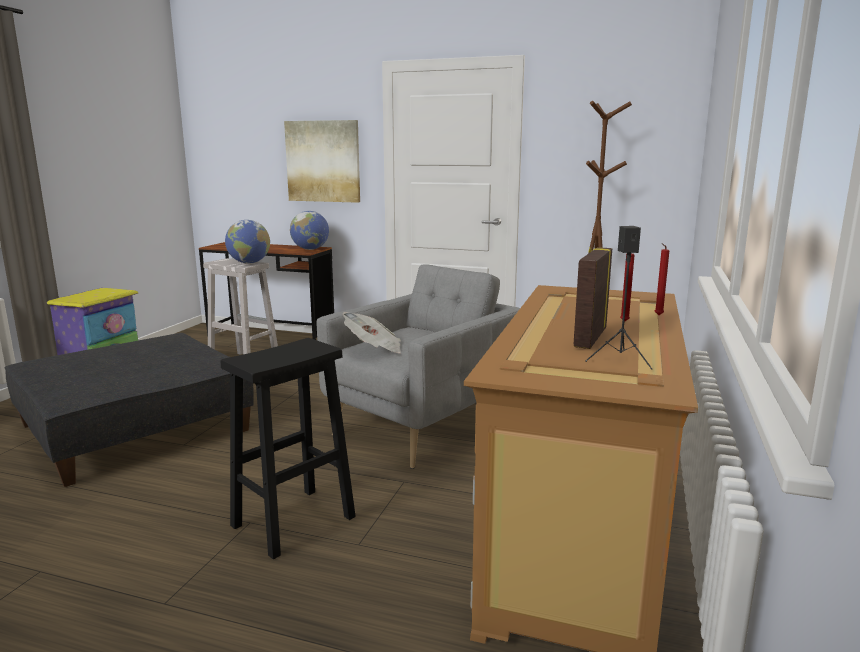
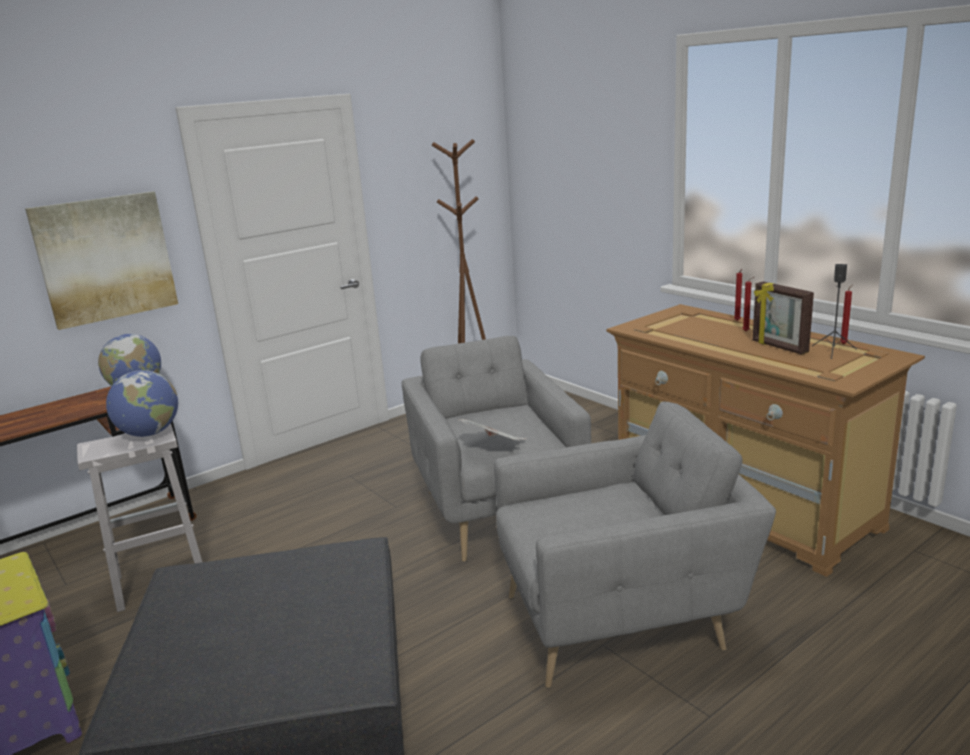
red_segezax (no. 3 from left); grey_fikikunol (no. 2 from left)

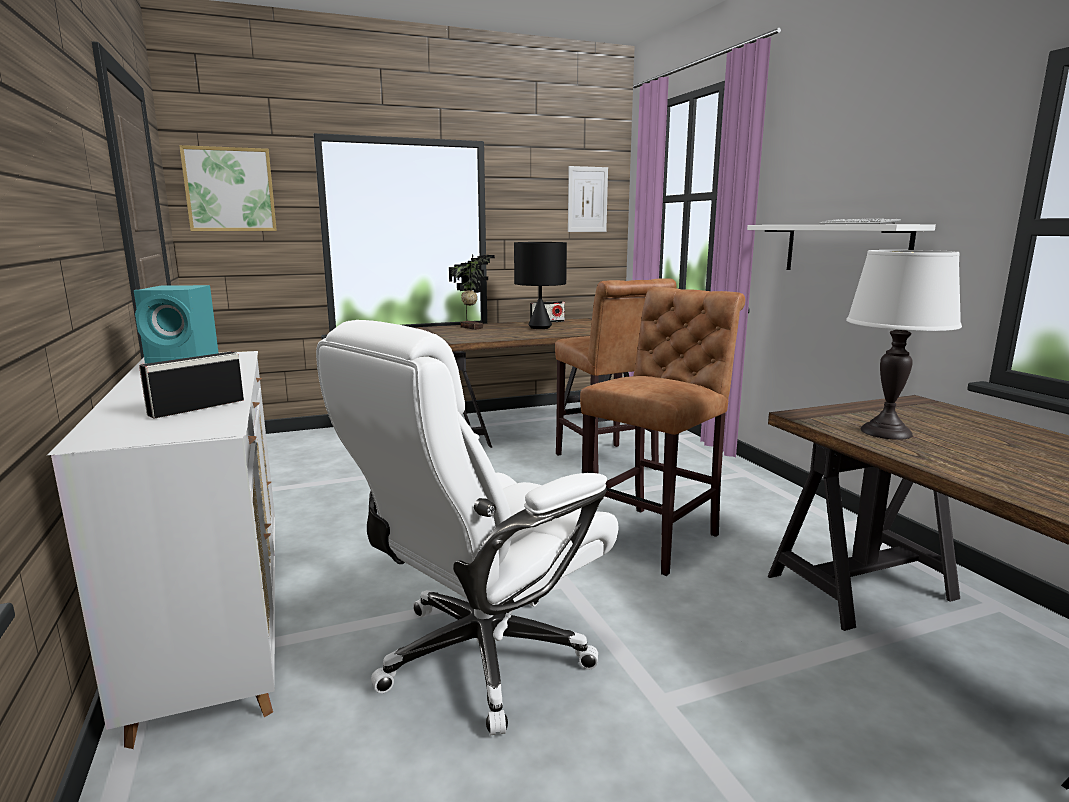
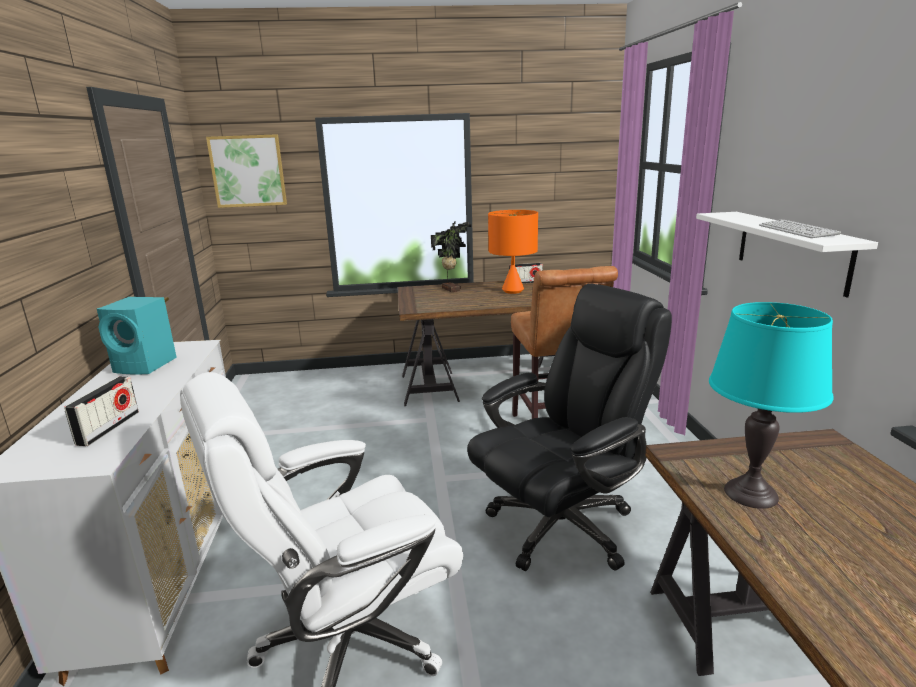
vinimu (no. 2 from left in the first image); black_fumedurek; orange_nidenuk; turquoise_nidenuk; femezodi (no. 1 from left)

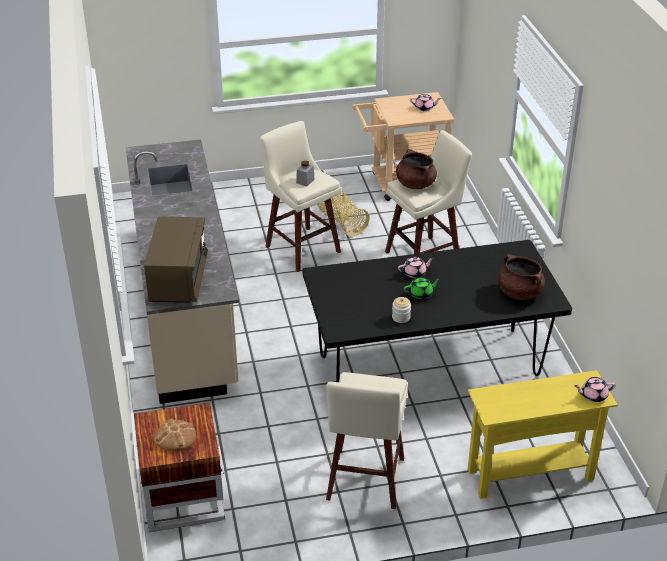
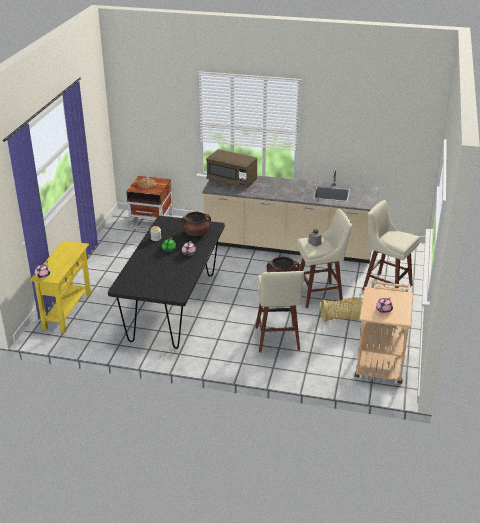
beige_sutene (no. 3 from left); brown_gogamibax (no. 1 from left)

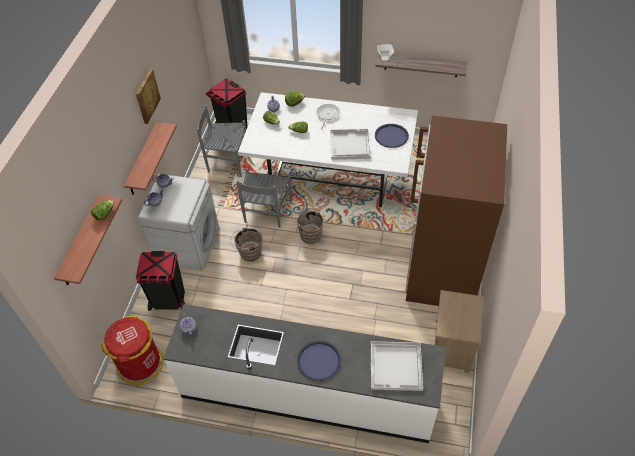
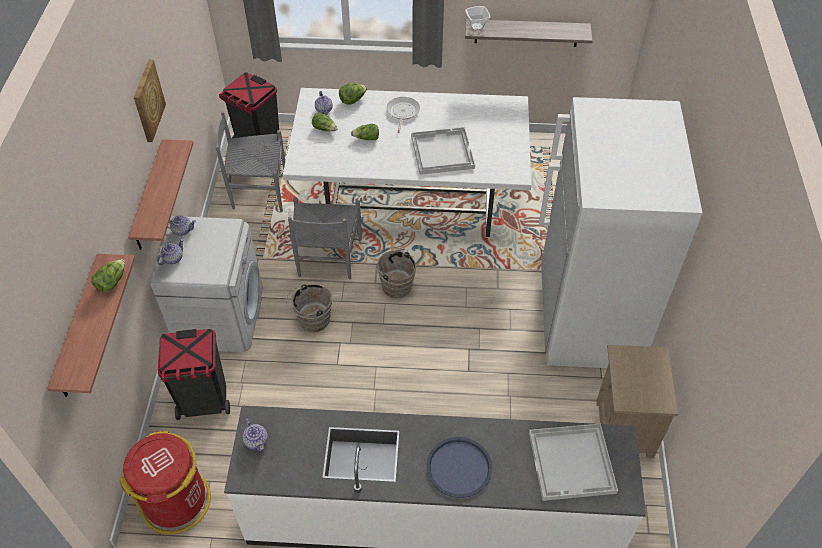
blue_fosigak (no. 2 from left in the first image); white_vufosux

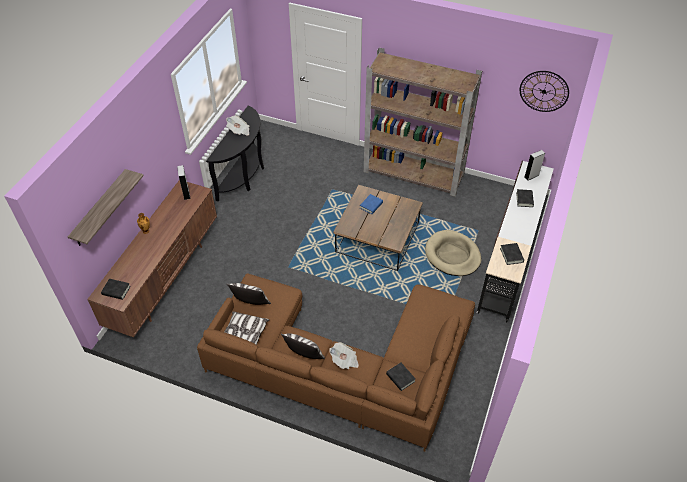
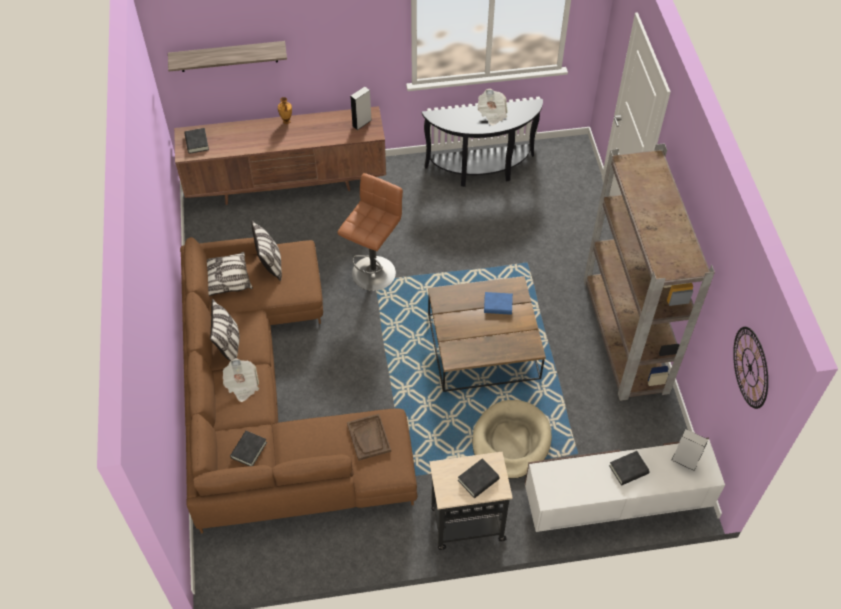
brown_sutene; brown_fosigak

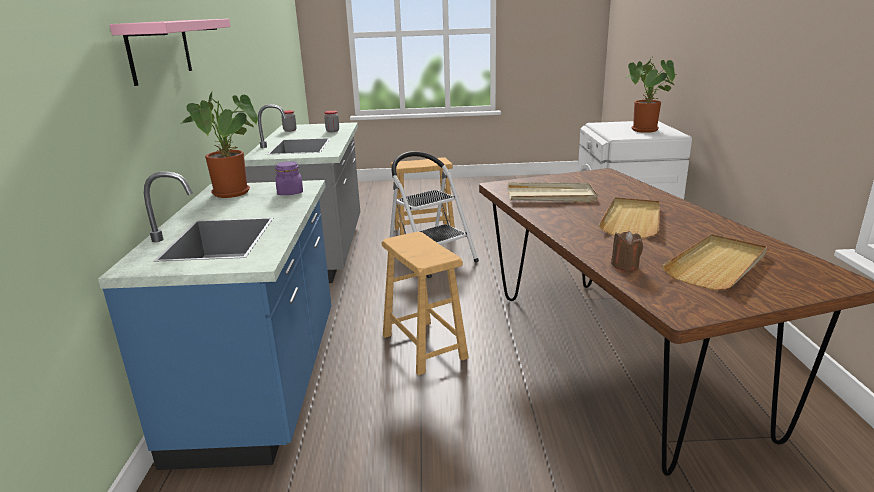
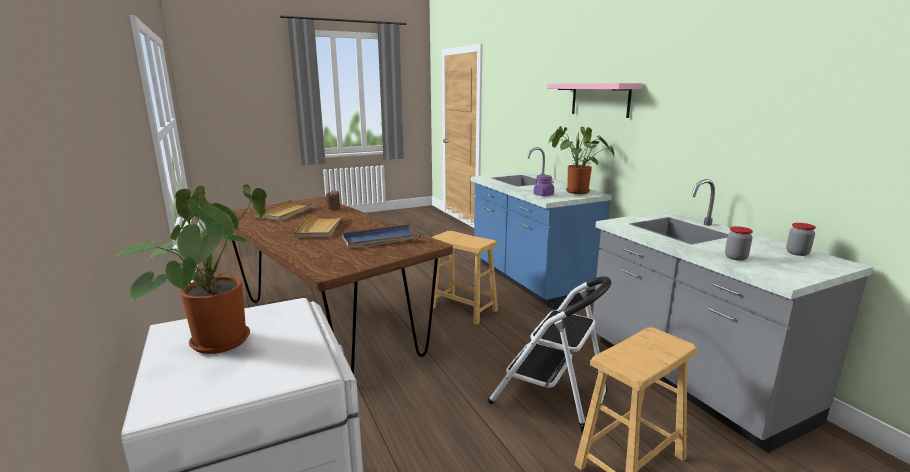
blue_fosigak

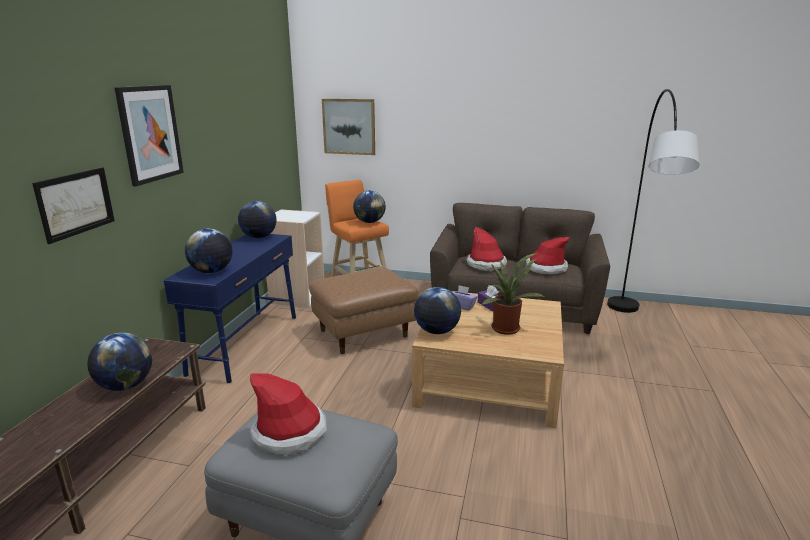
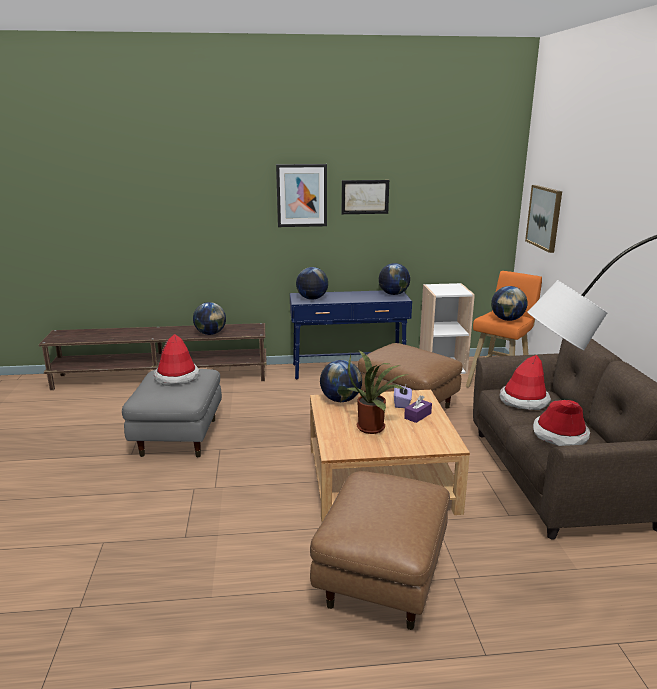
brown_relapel (no. 1 from left); vinimu (no. 2 from left)

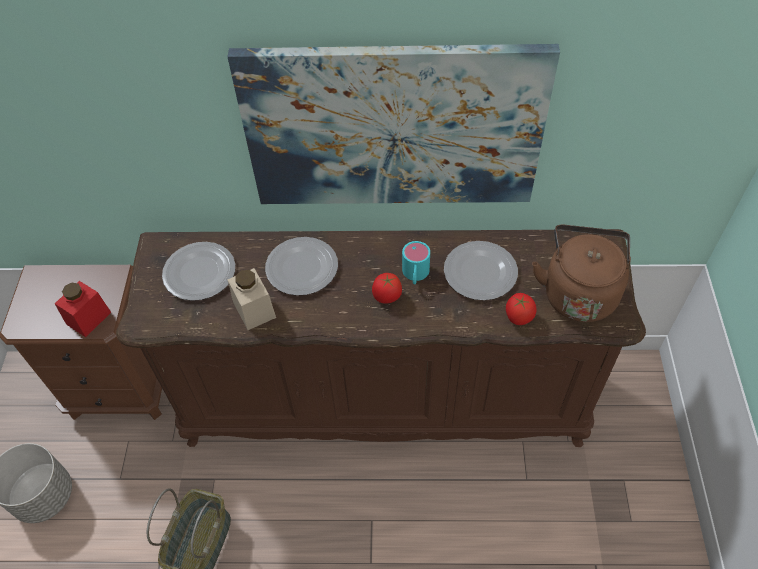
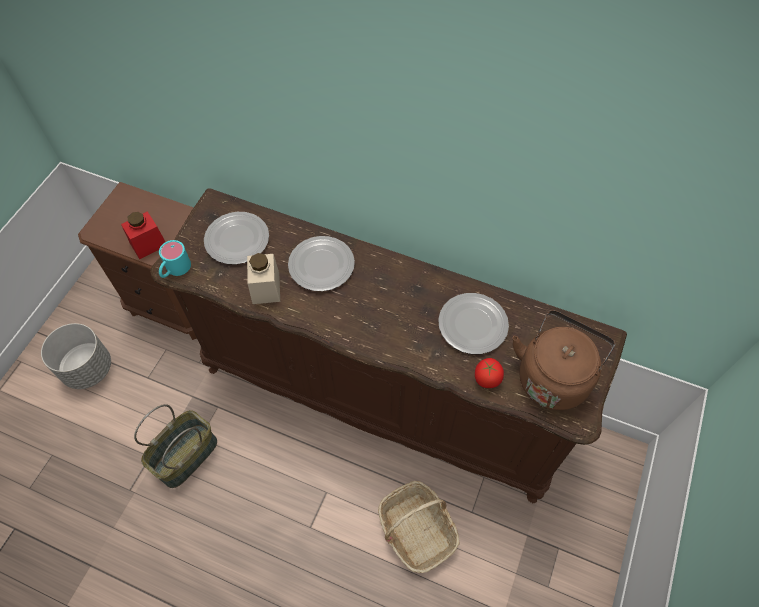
vinimu; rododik (no. 1 from left in the first image); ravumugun (no. 2 from left); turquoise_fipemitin

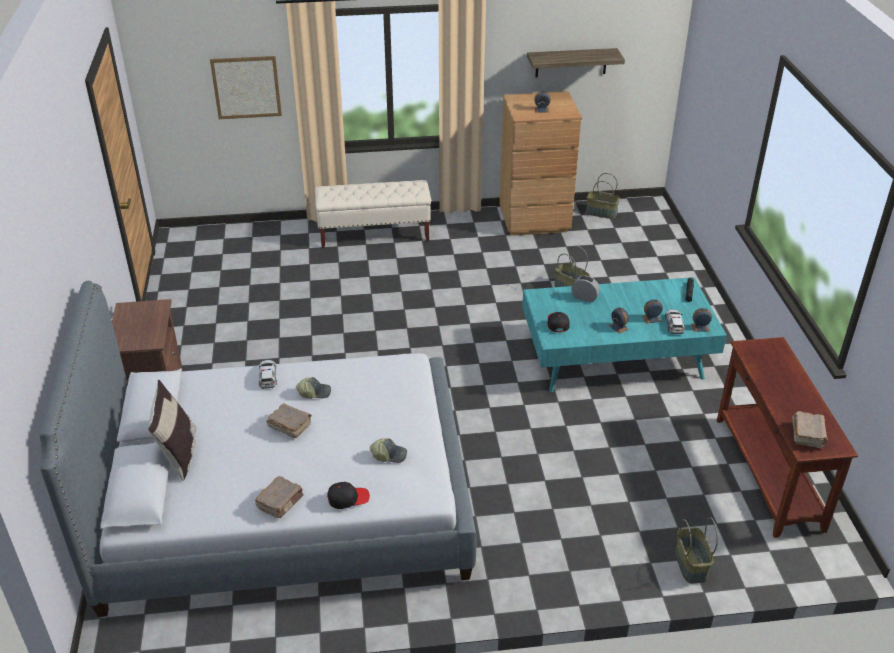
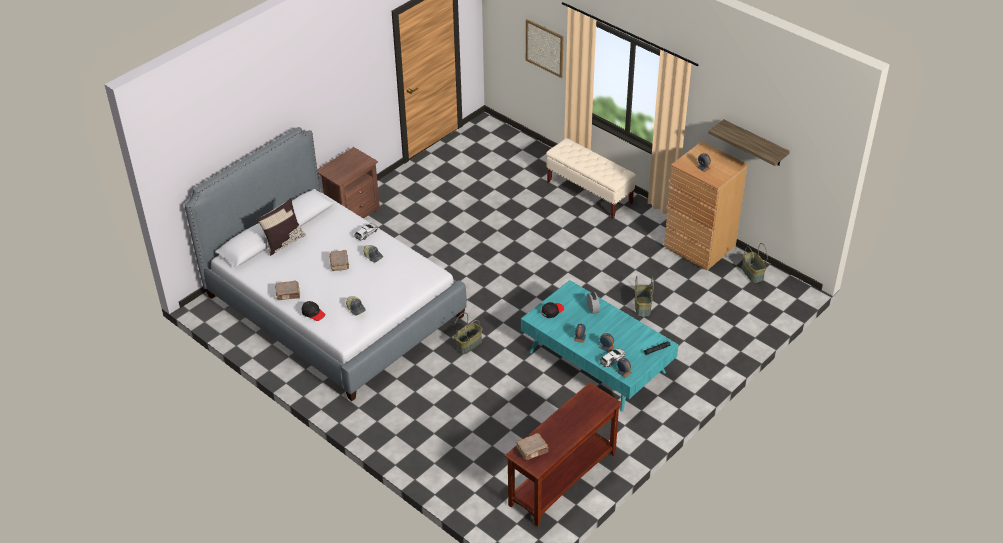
ravumugun (no. 1 from left)

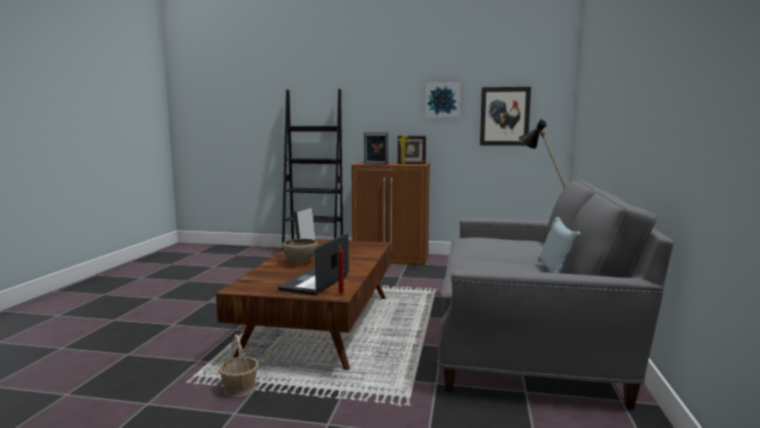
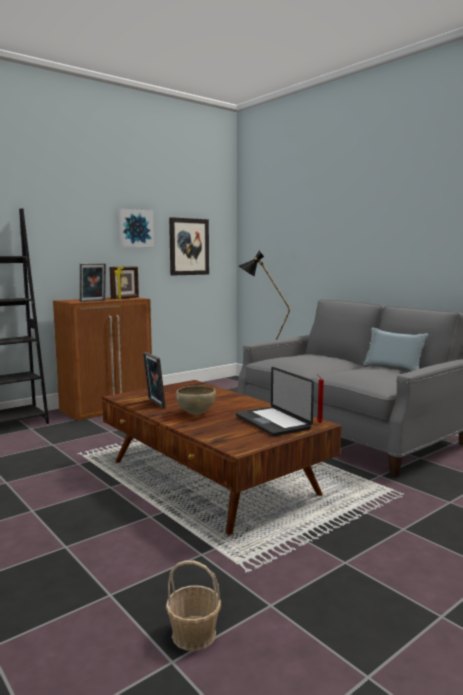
ravumugun

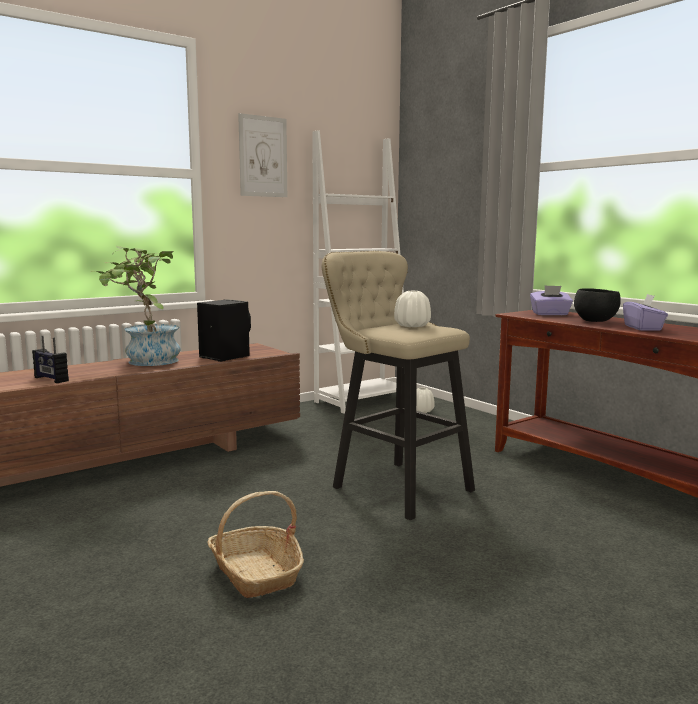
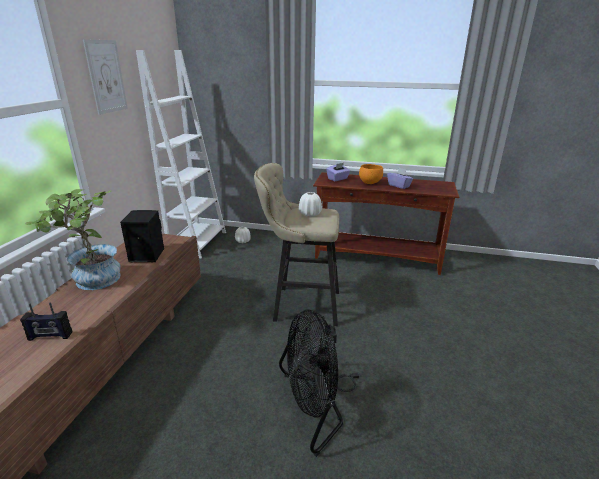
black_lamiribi; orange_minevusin

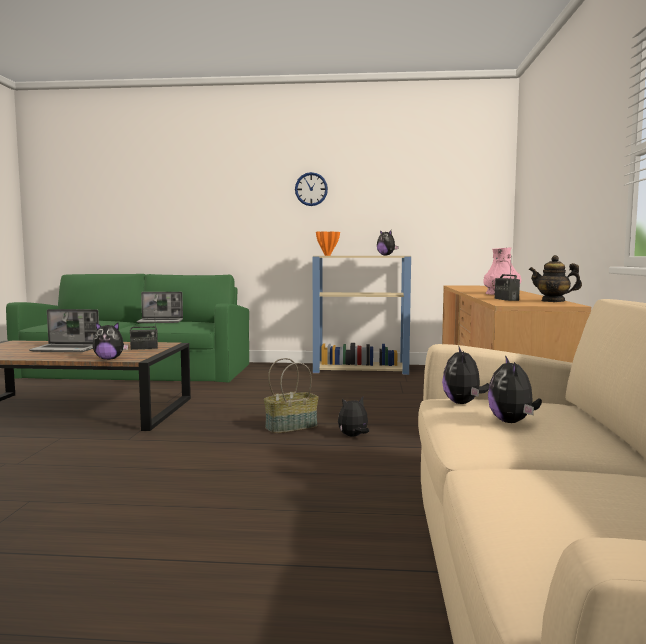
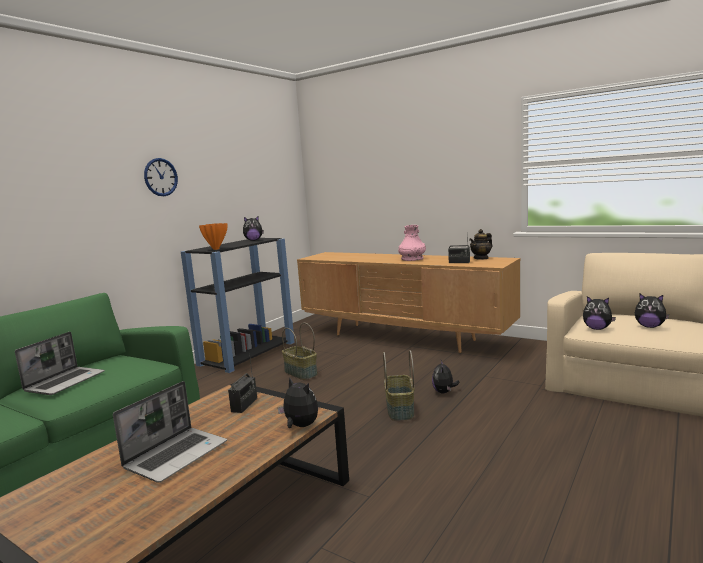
ravumugun (no. 1 from left); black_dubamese; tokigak (no. 2 from left)

